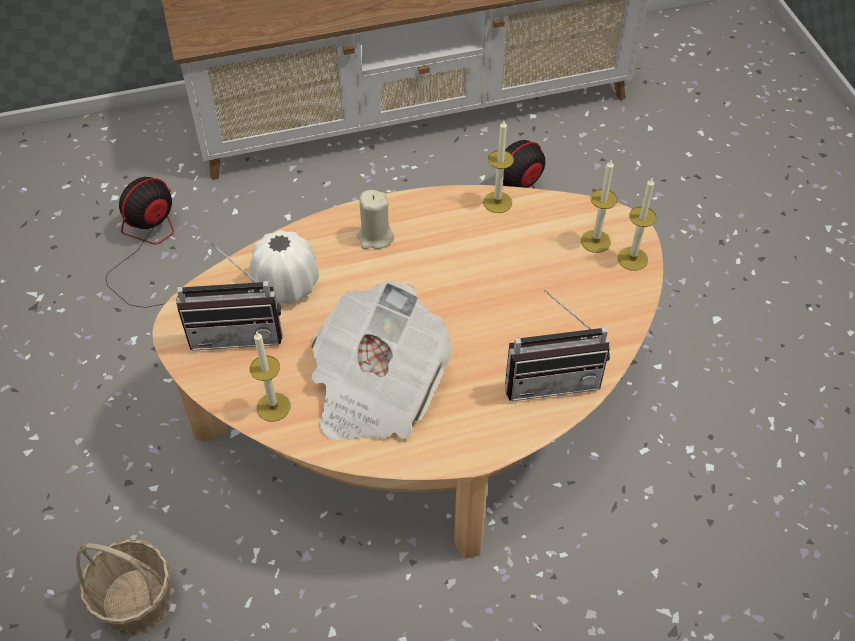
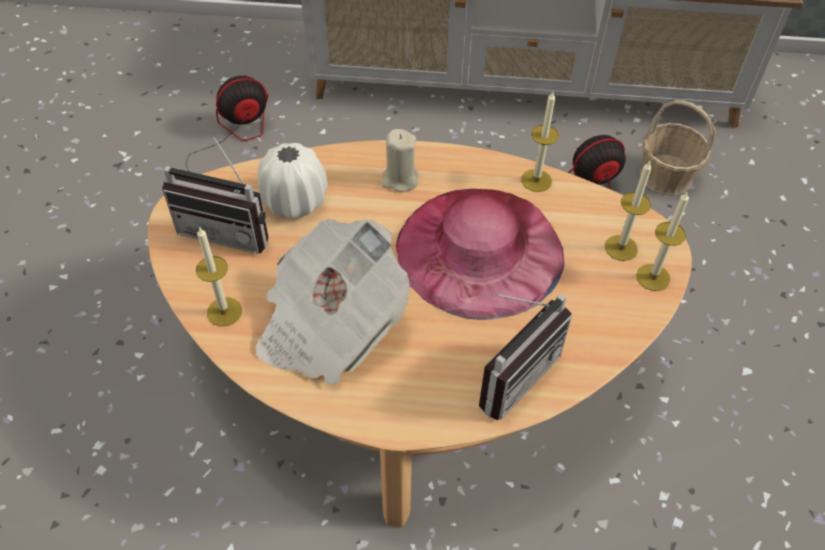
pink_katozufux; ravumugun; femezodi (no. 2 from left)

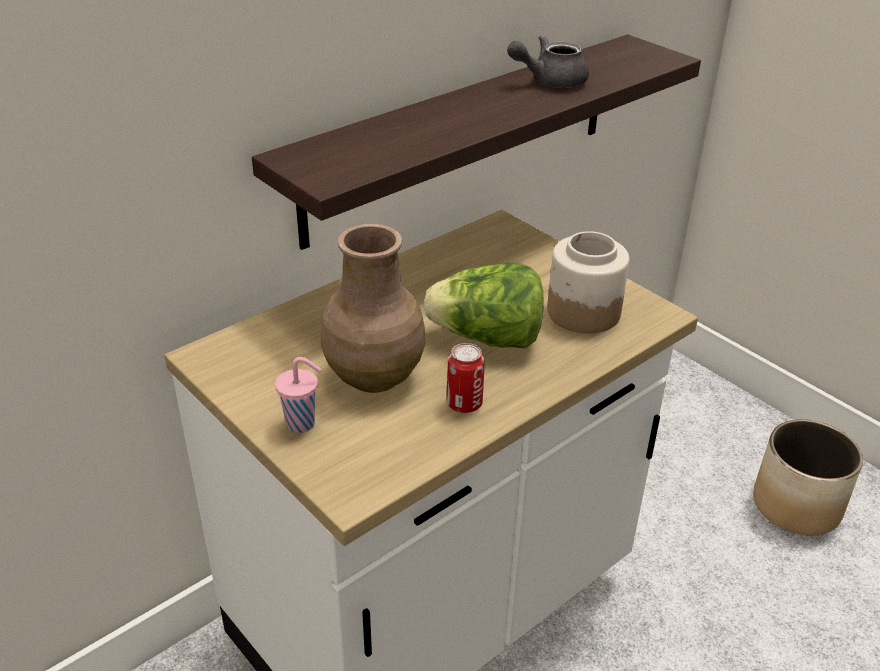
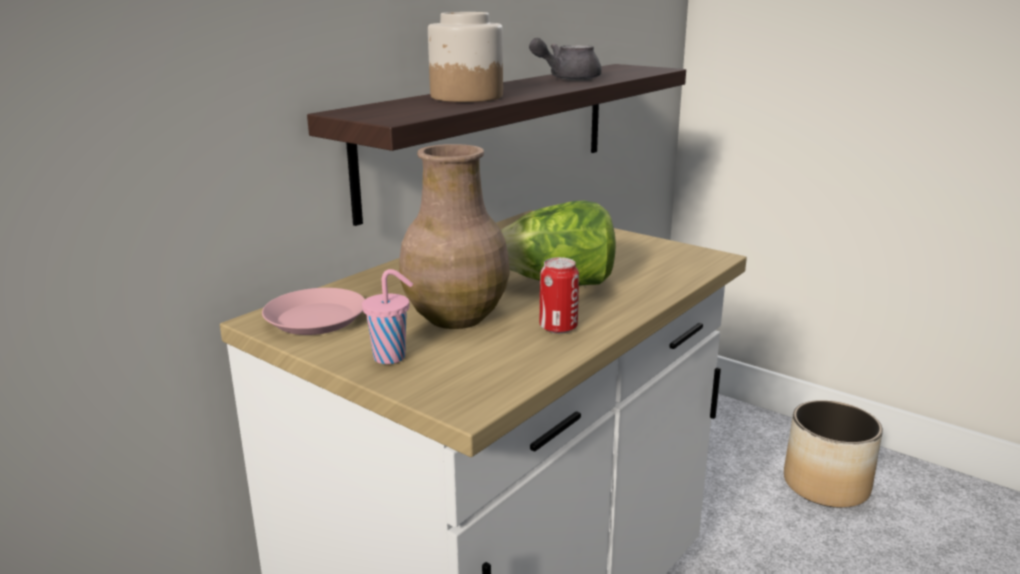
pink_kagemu; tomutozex

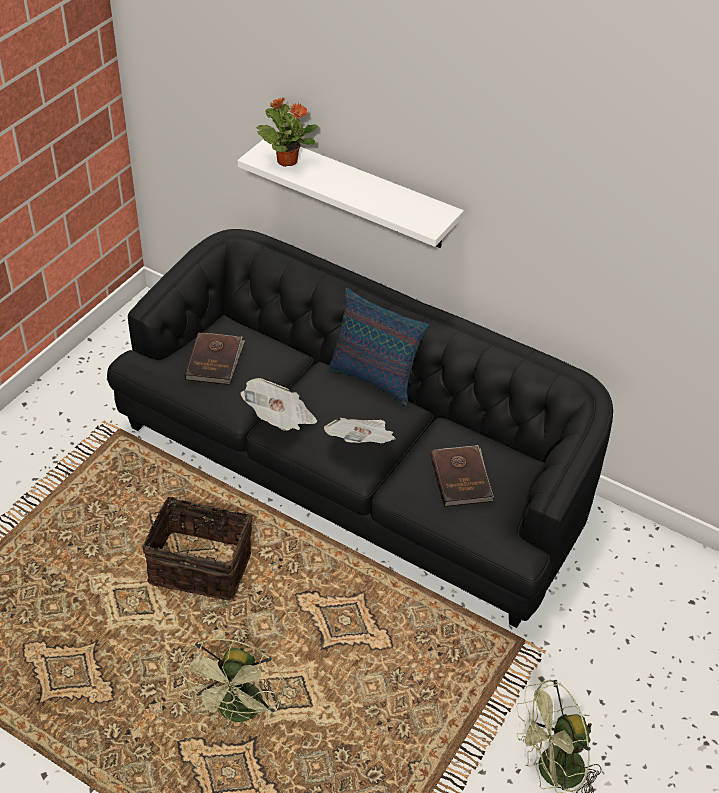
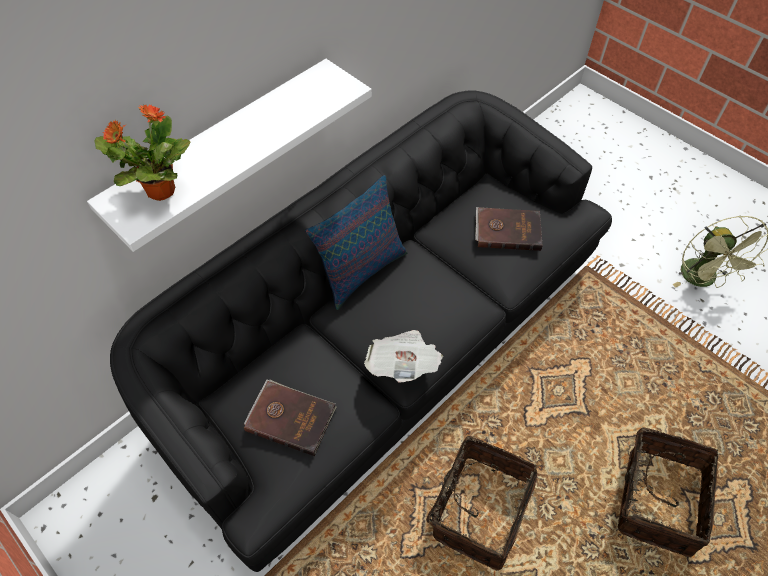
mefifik (no. 2 from left in the first image); ravumugun (no. 2 from left)

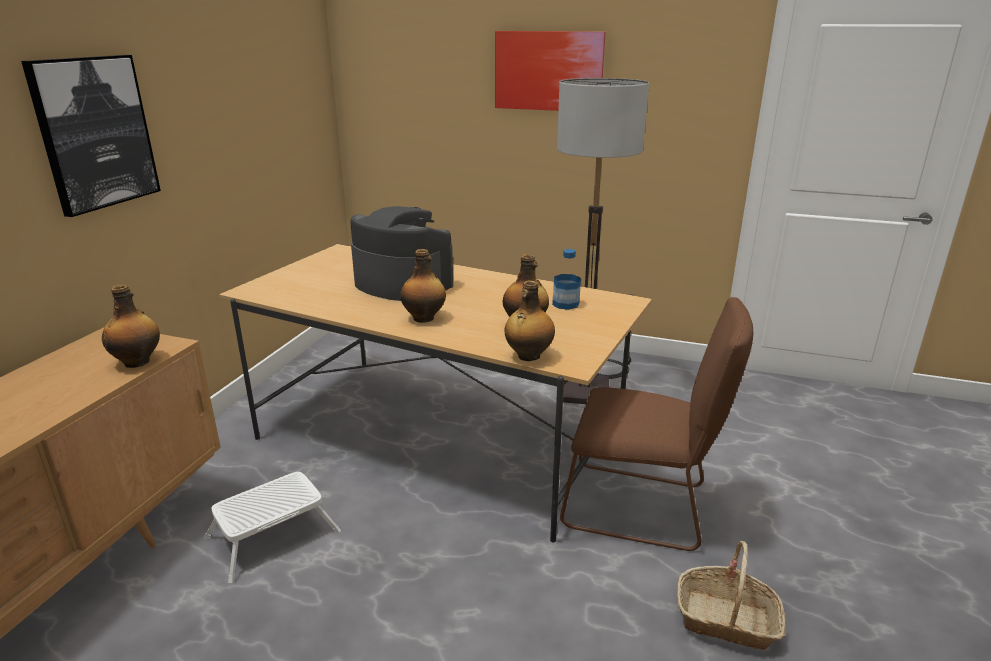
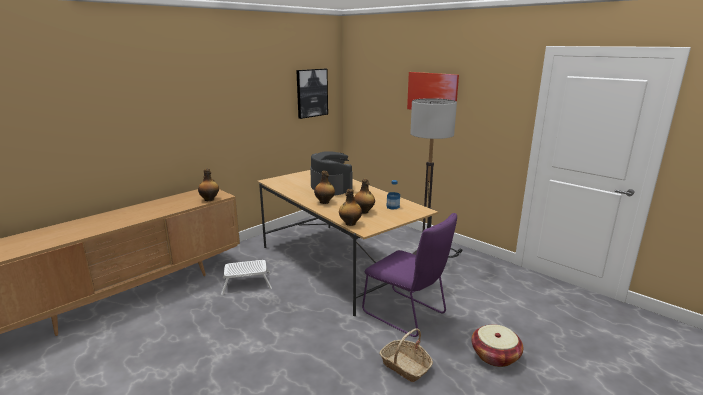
ravumugun (no. 2 from left); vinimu (no. 1 from left); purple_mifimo

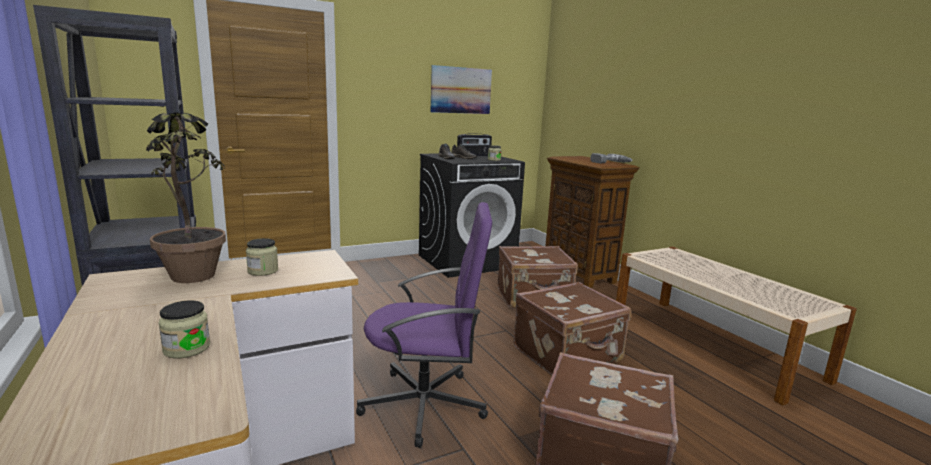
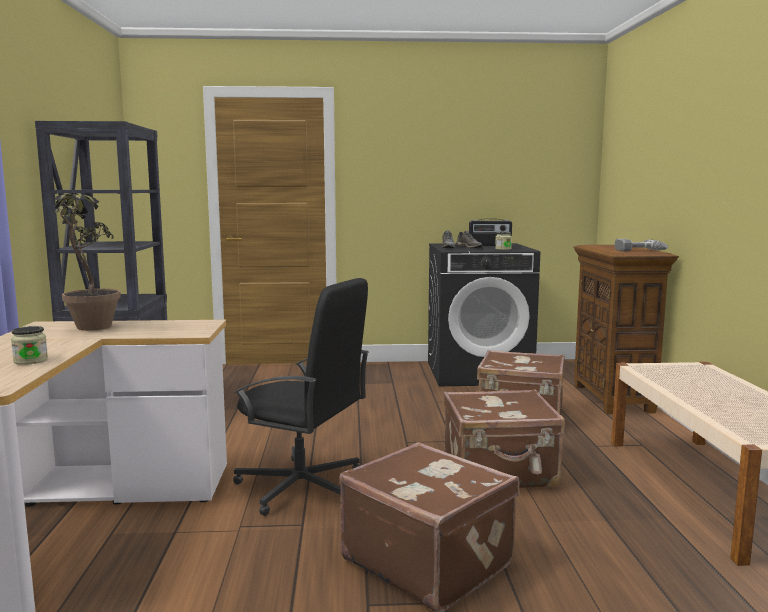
tomutozex (no. 2 from left in the first image); vinimu; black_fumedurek

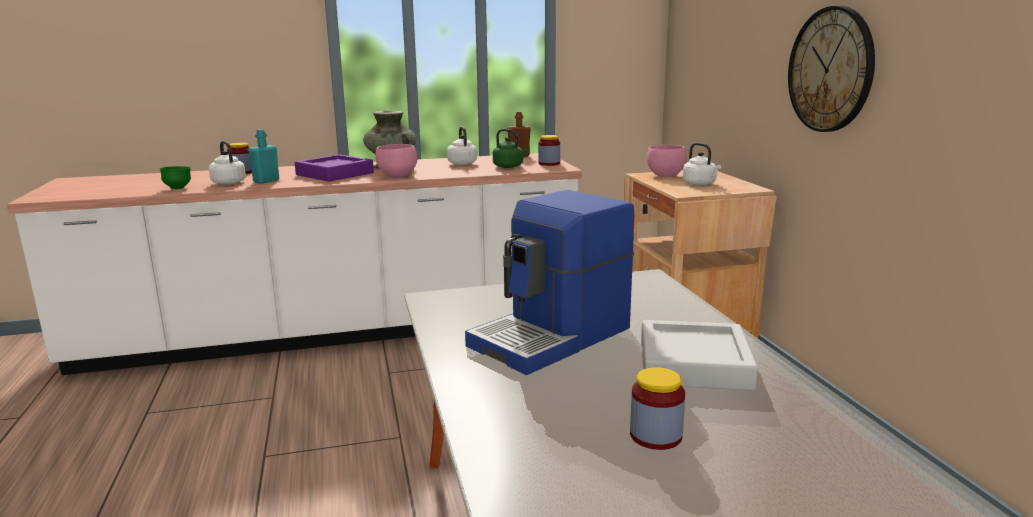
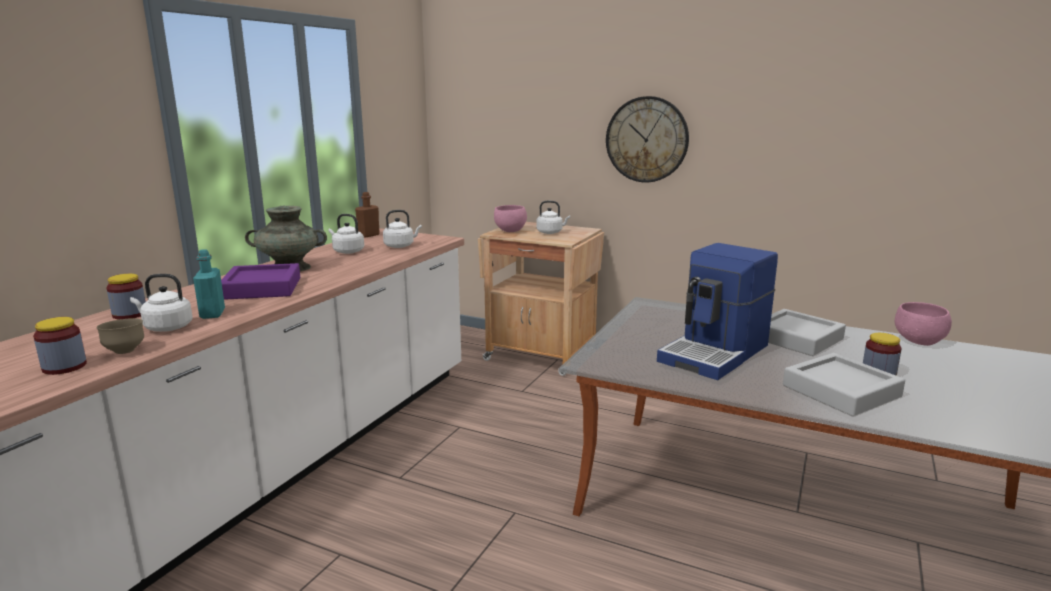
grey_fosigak (no. 2 from left); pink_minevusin (no. 2 from left); tomutozex (no. 1 from left); brown_minevusin; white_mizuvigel (no. 3 from left); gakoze

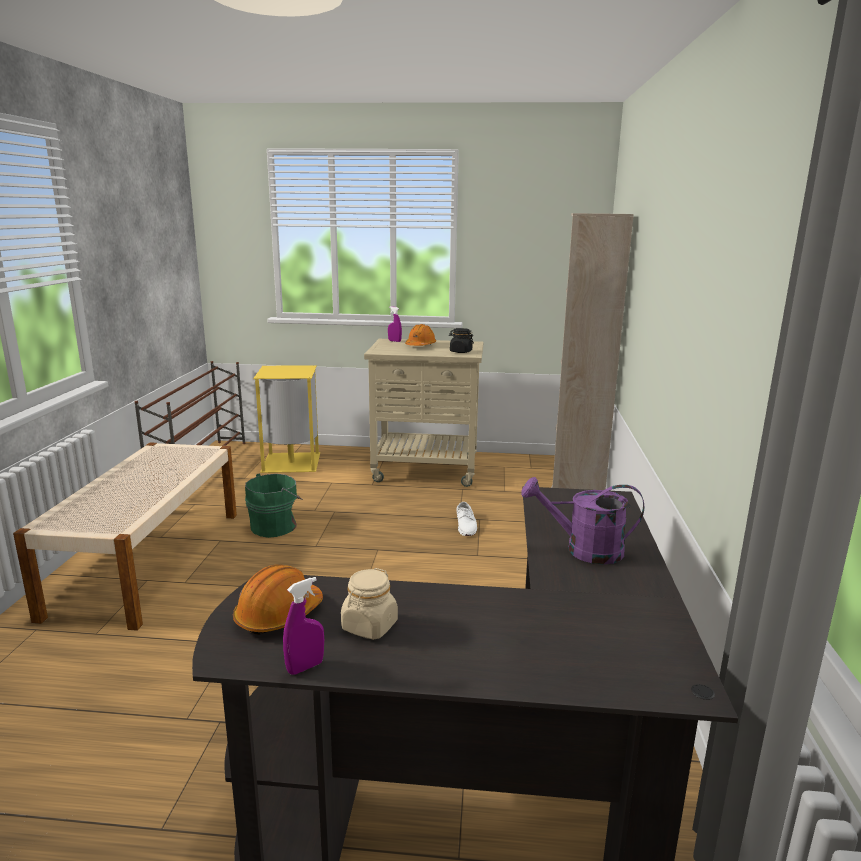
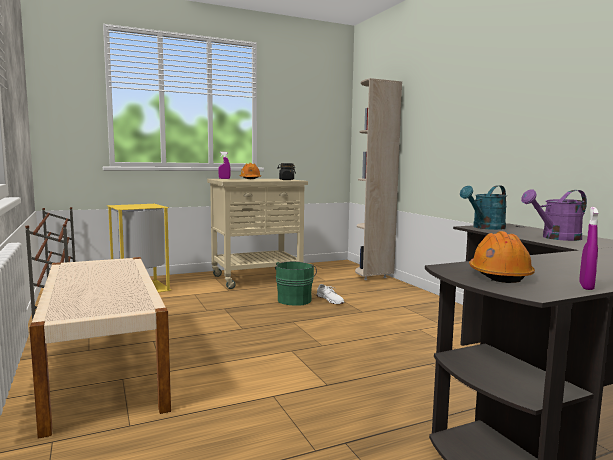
beige_tomutozex; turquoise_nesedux; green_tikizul

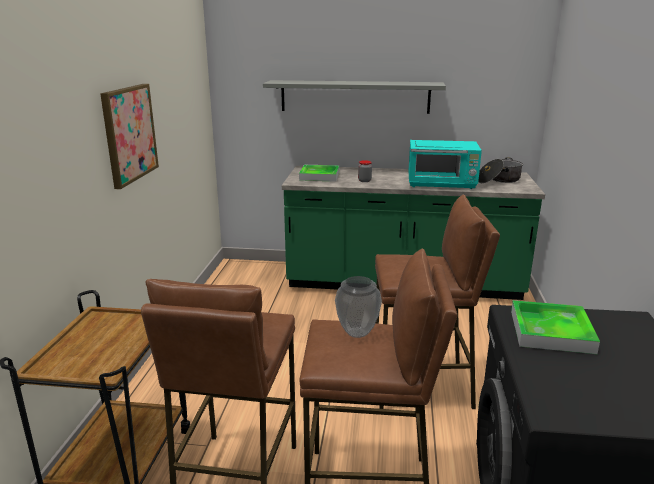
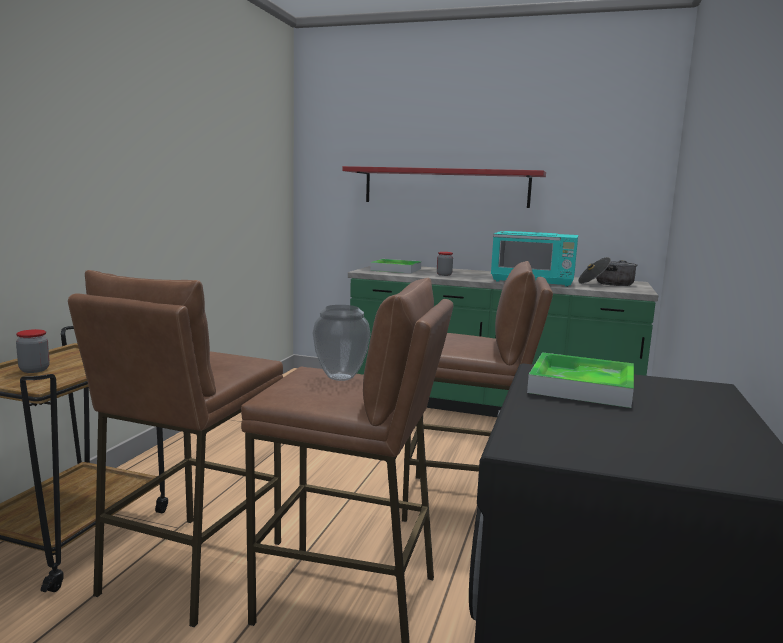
vinimu; tomutozex (no. 1 from left); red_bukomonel

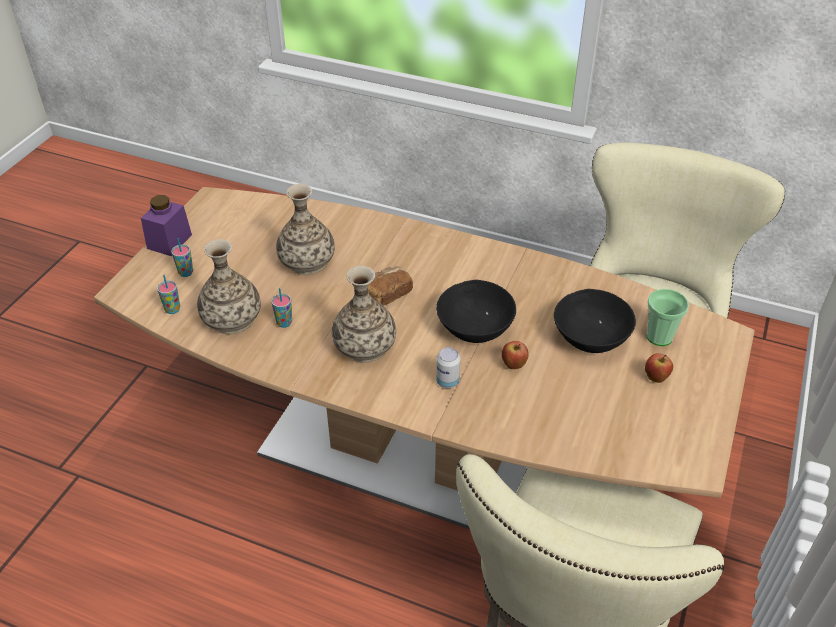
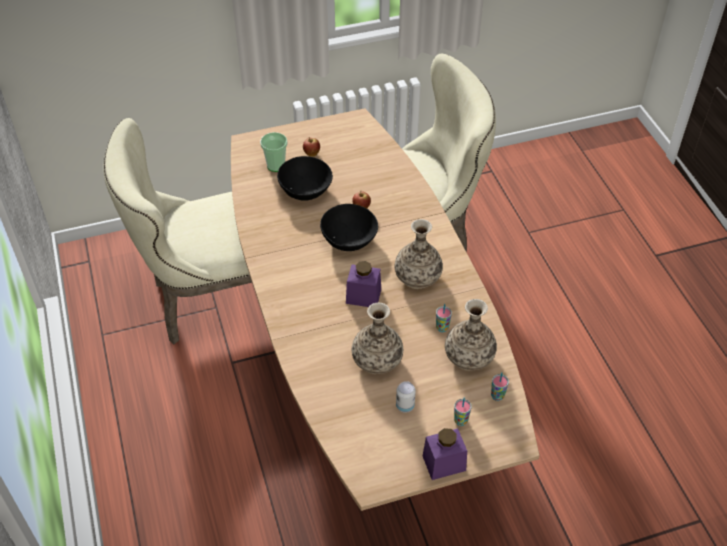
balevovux; purple_tomutozex (no. 1 from left)

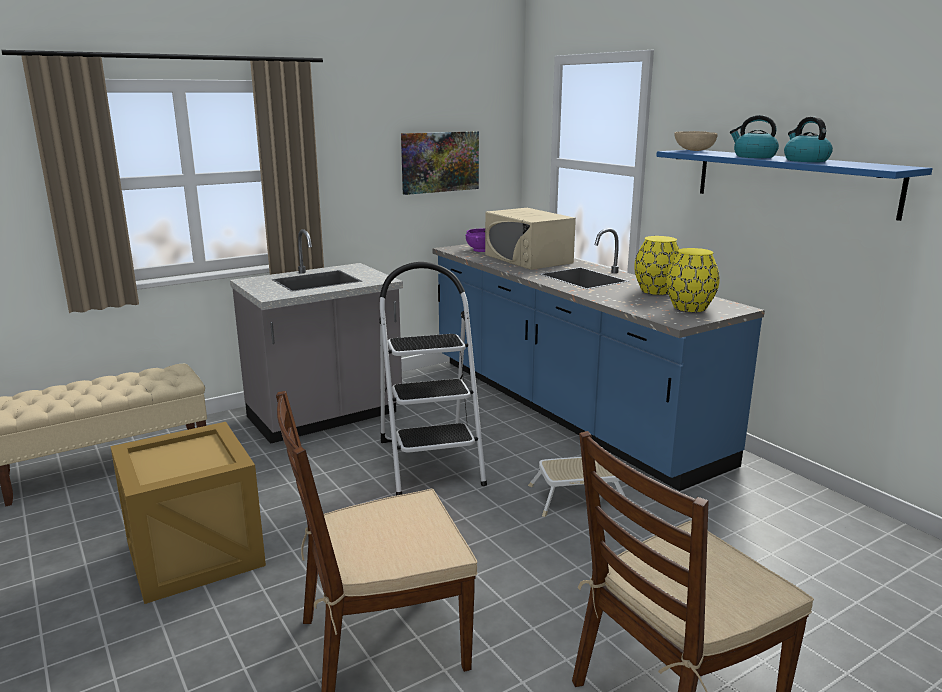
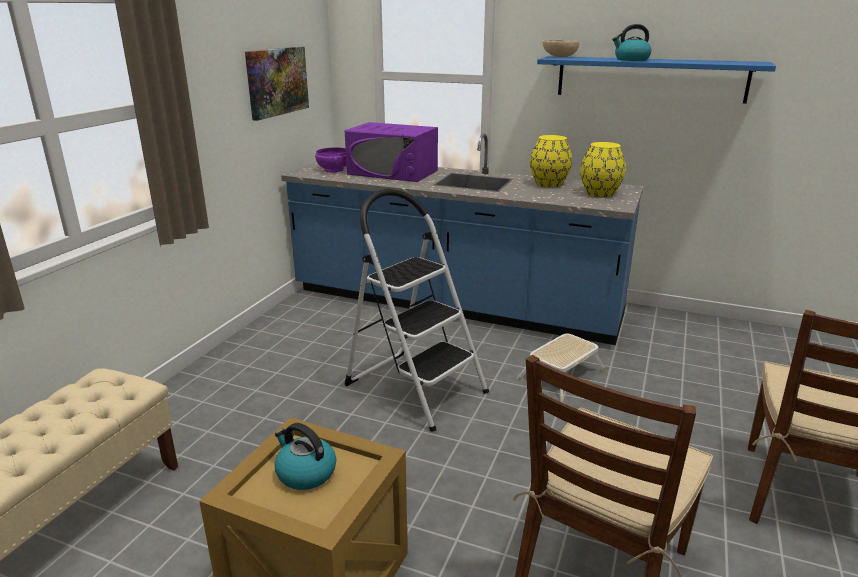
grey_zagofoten; mizuvigel (no. 1 from left); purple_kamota

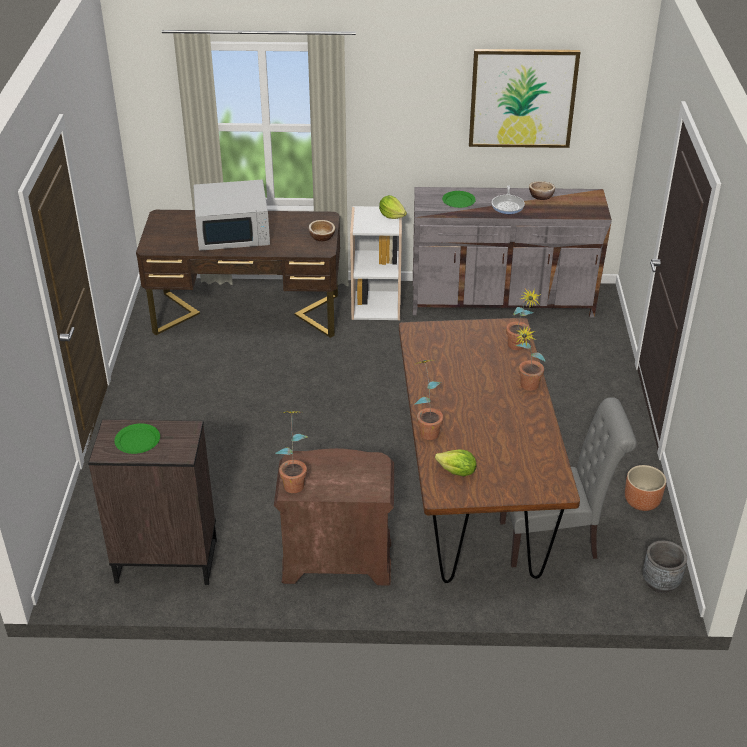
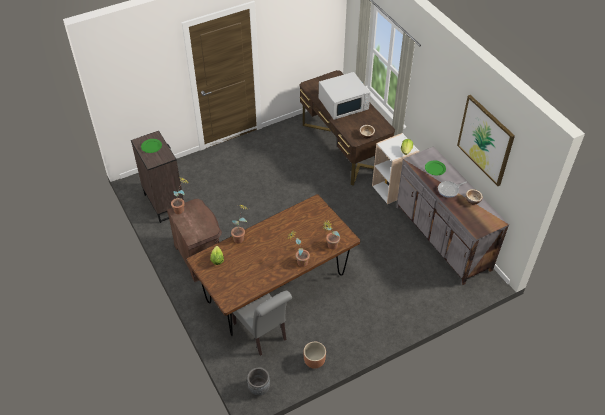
white_kamota

